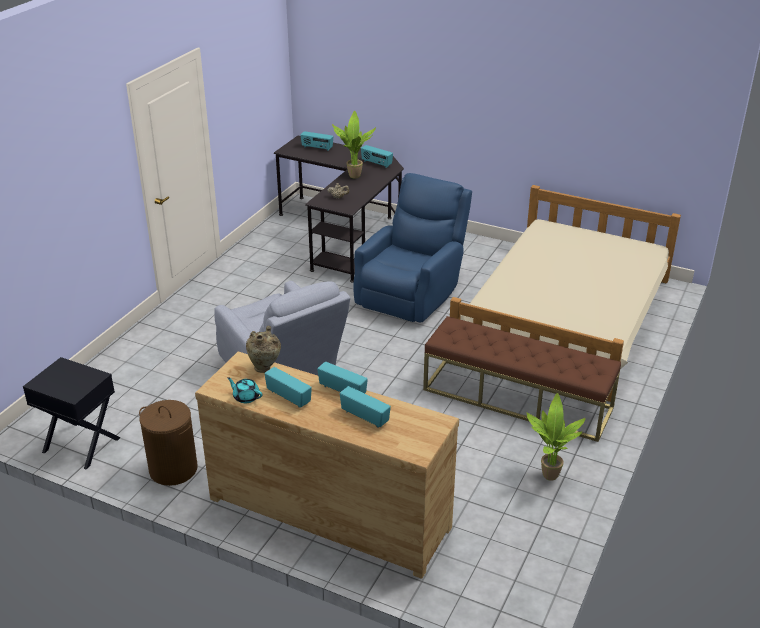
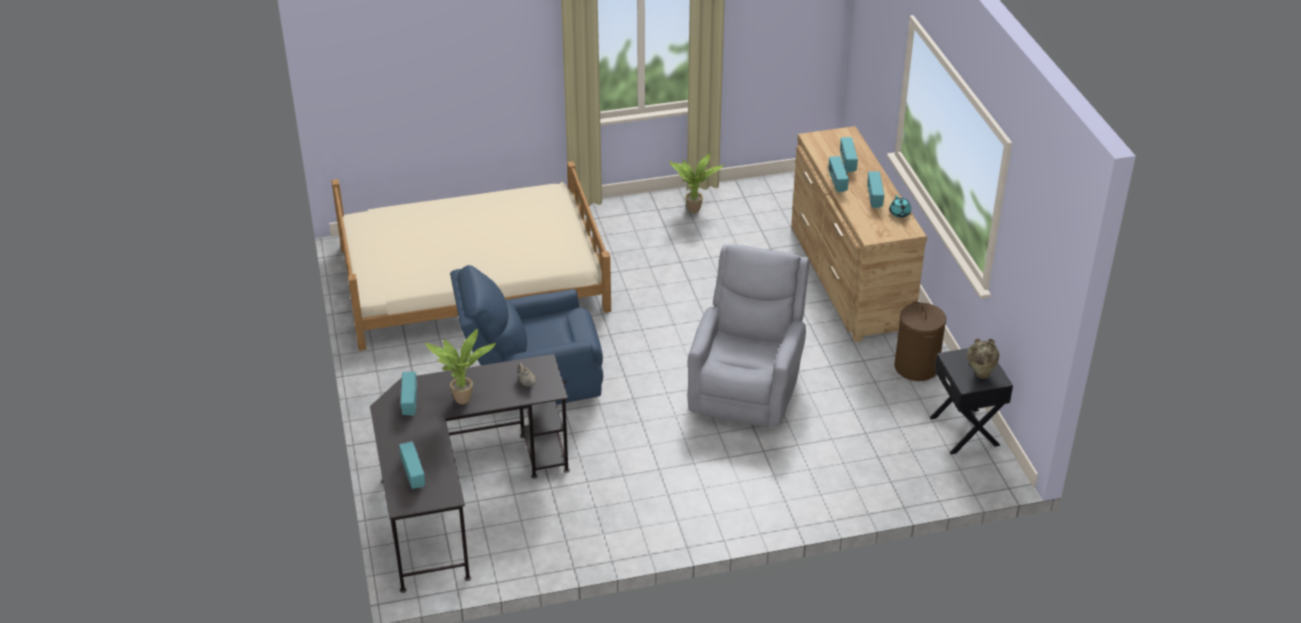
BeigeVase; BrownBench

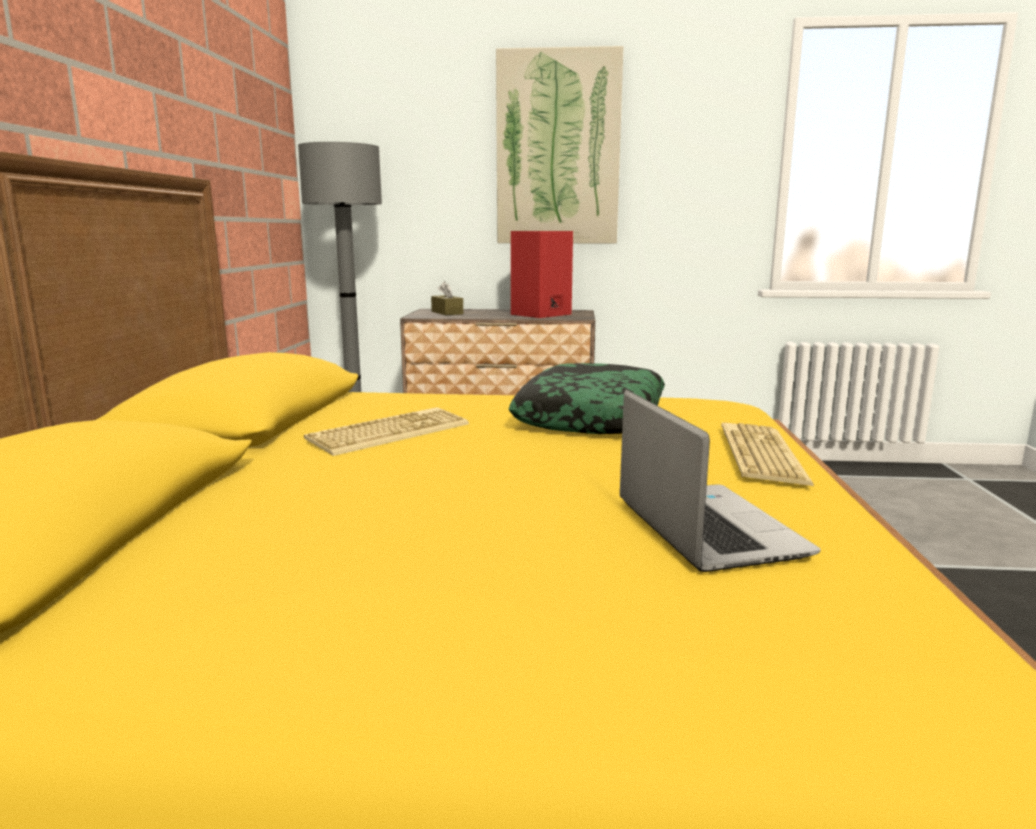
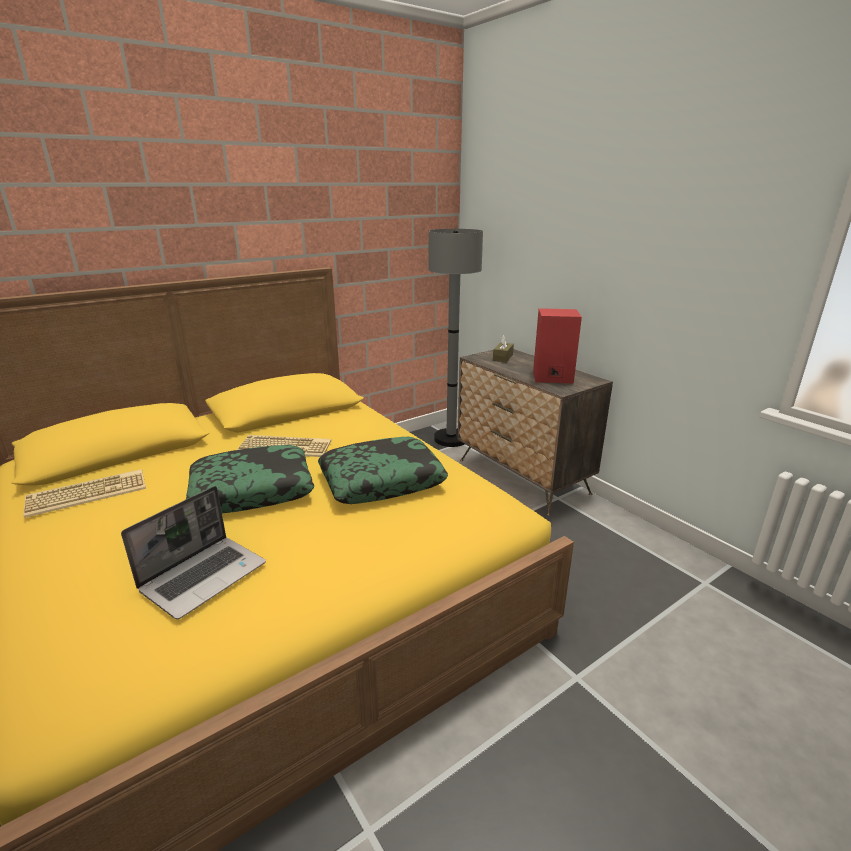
Keyboard (1st from left); Pillow (1st from left); Picture

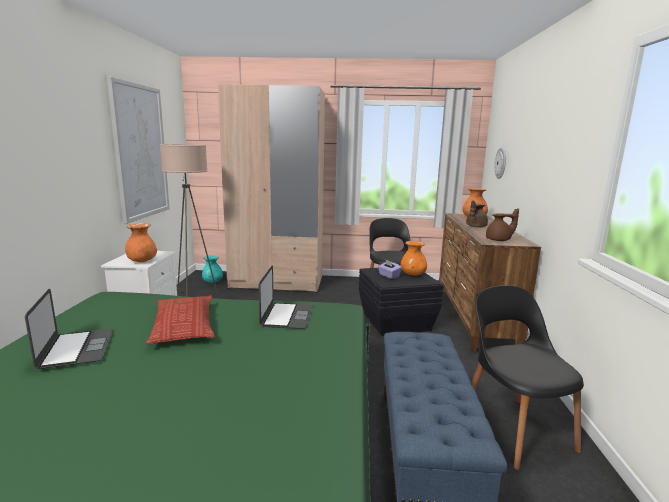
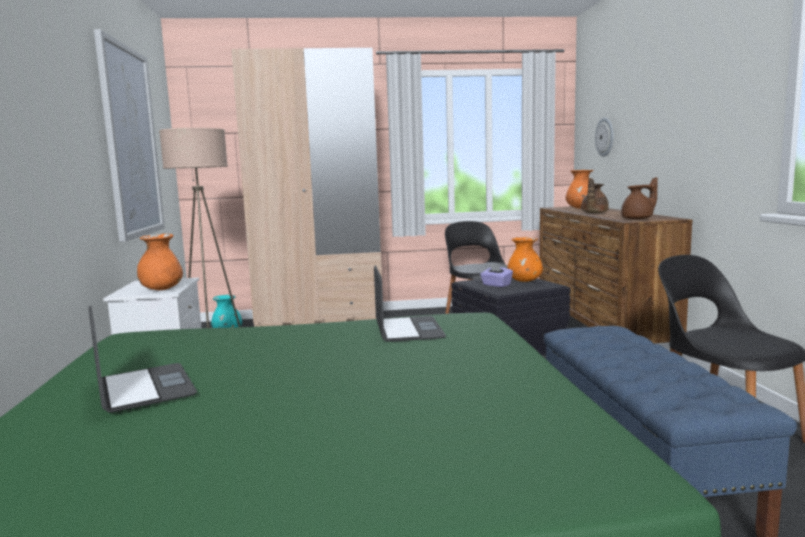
Pillow

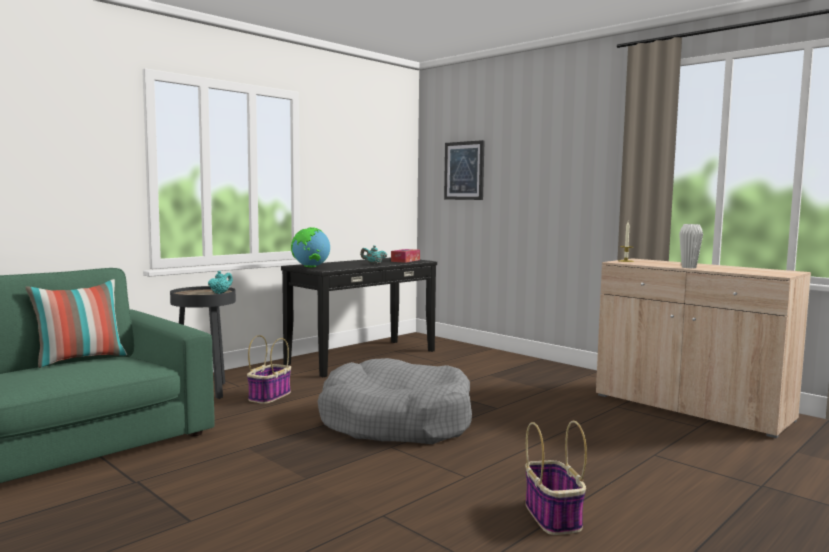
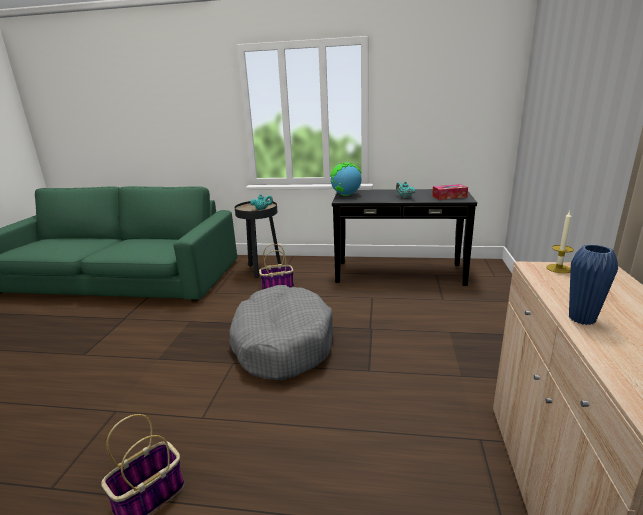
BlueVase; Pillow; Picture

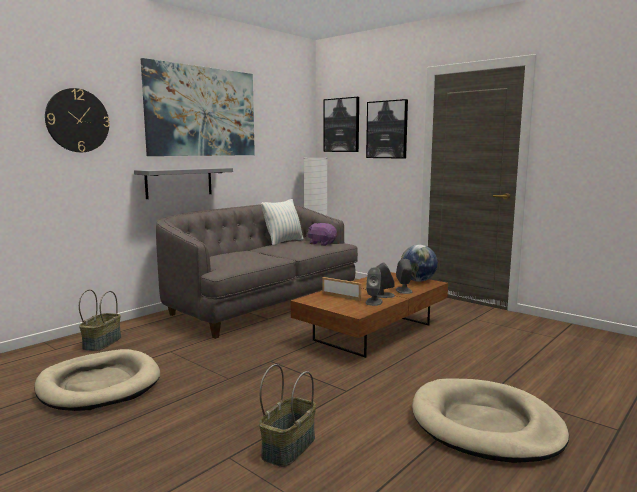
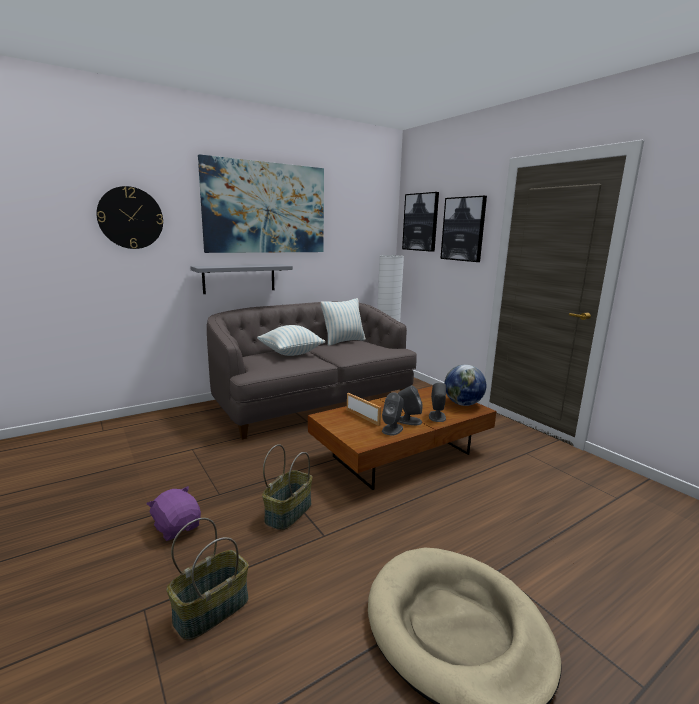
PurplePlushToy; Pillow (1st from left); Basket (2nd from left); BeigeDogBed (1st from left in the first image)

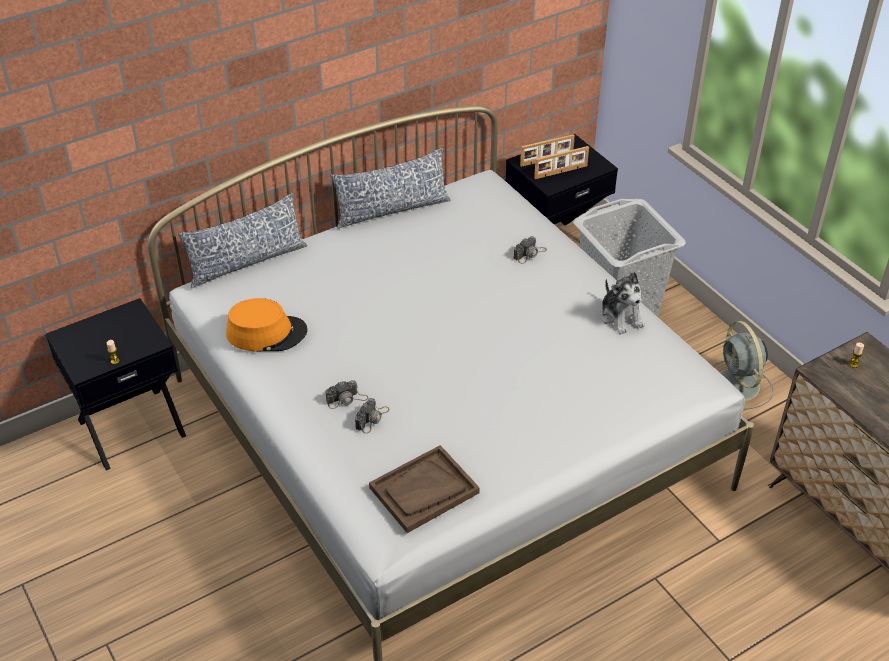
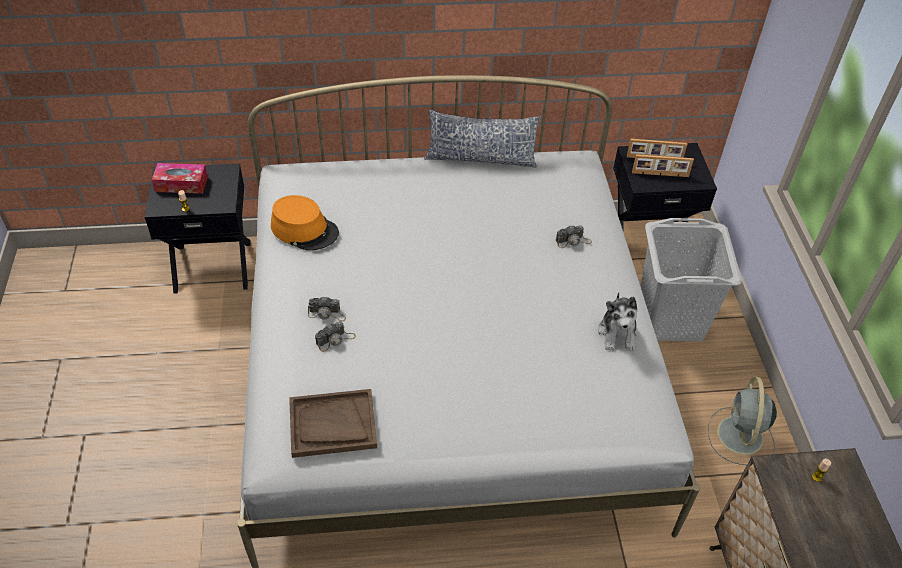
TissueBox; Pillow (1st from left in the first image)

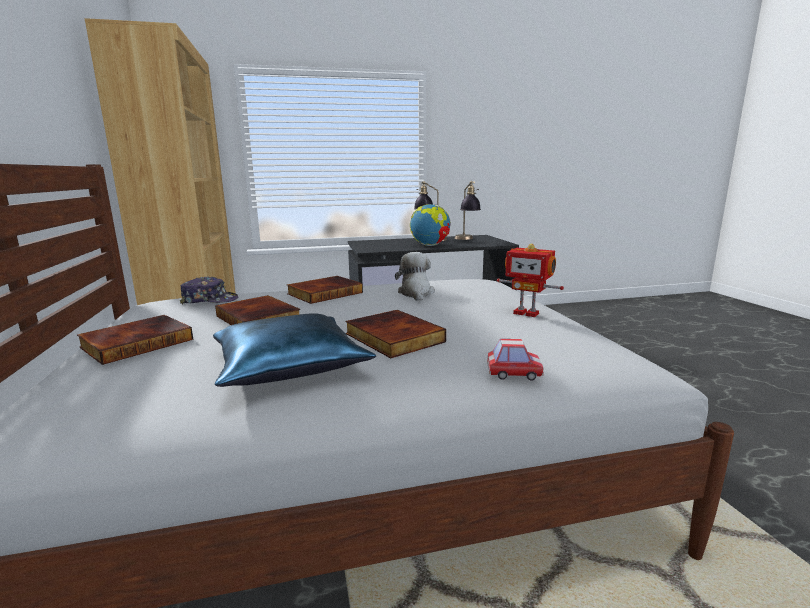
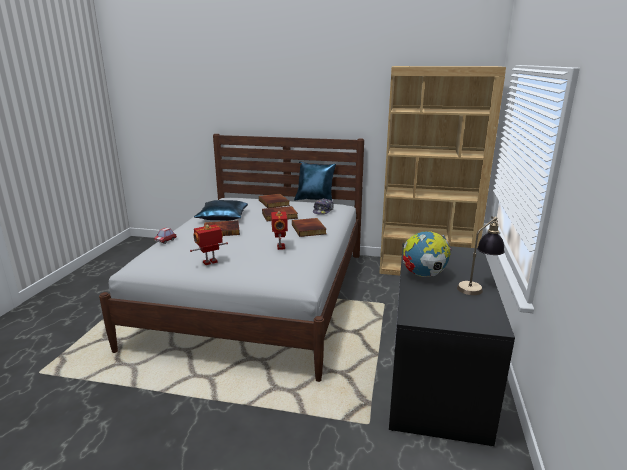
ToyRobot (2nd from left); BluePillow (2nd from left); TableLamp (2nd from left in the first image)

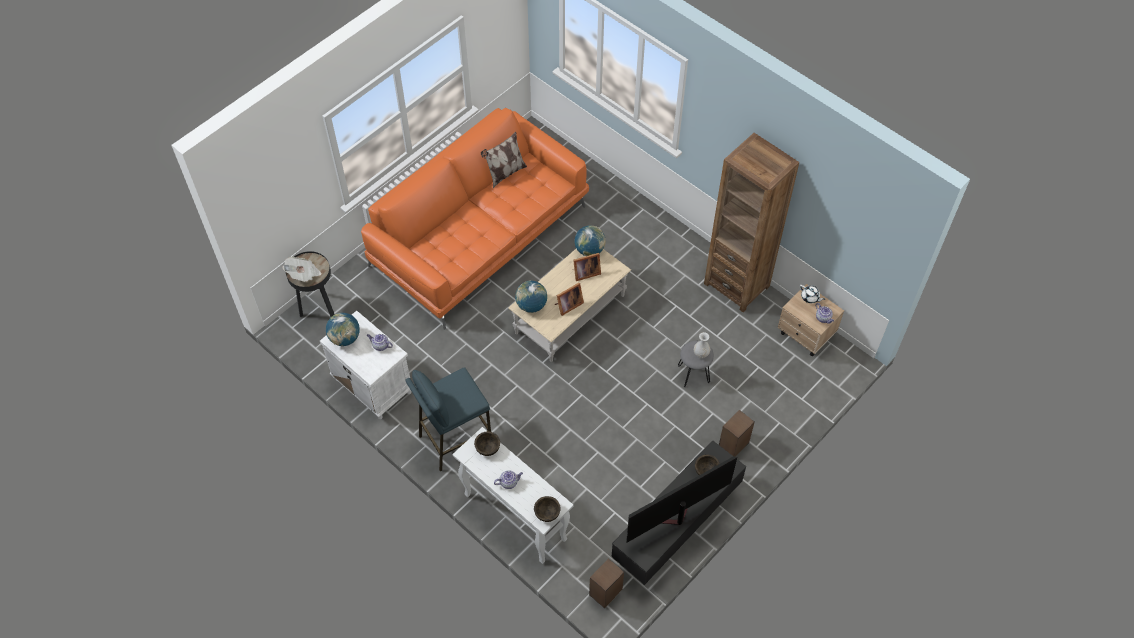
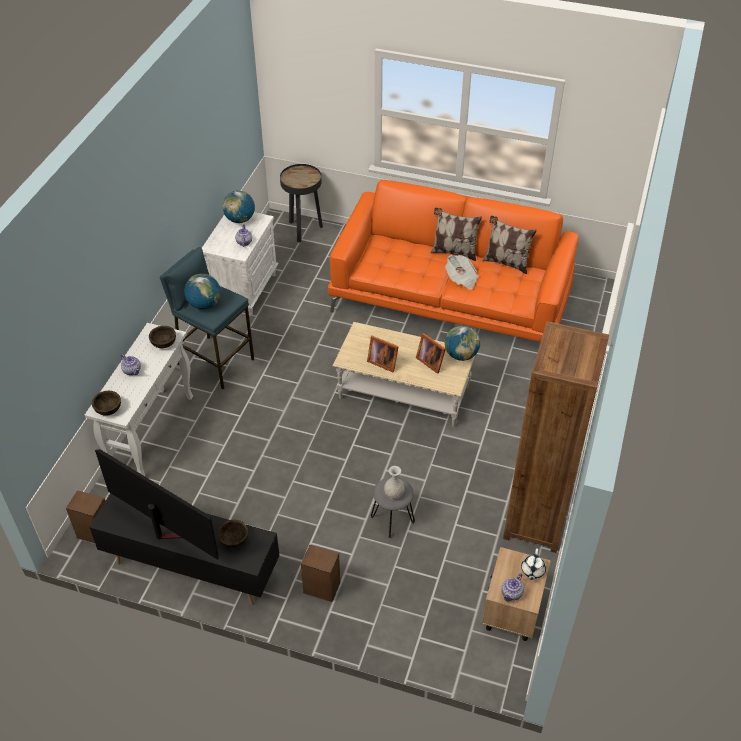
Globe (1st from left); Pillow (1st from left); Newspaper

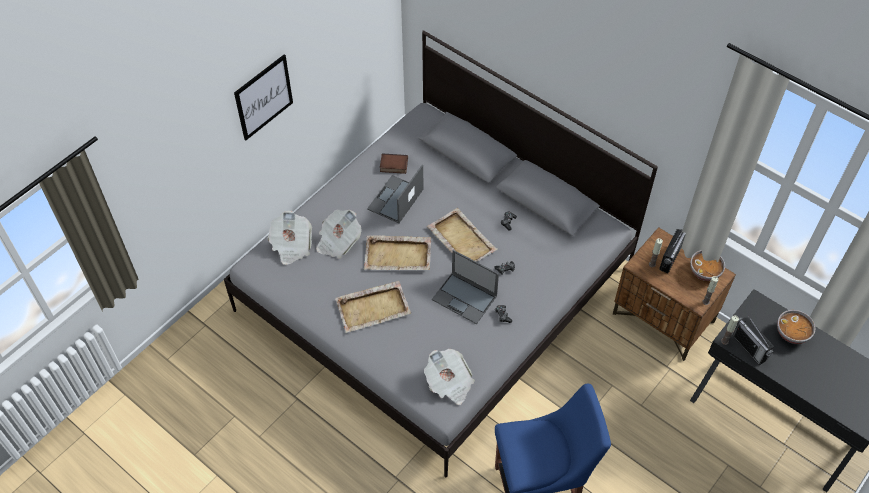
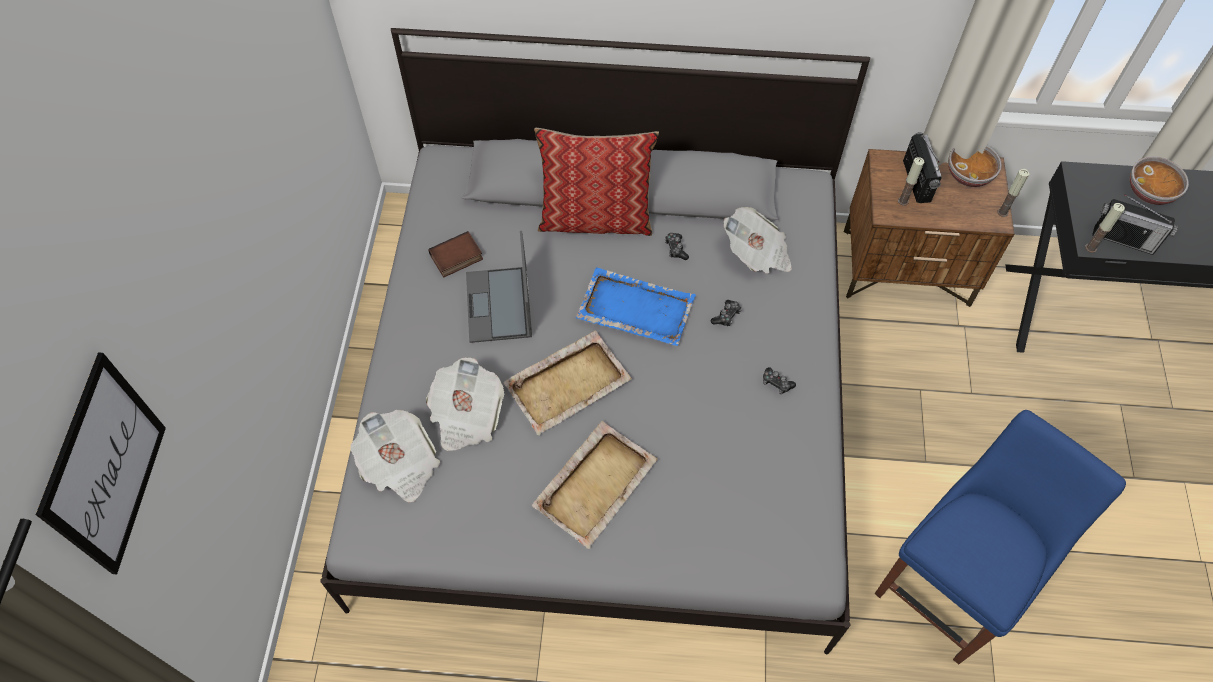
Picture; Pillow; BlueTray; Newspaper (3rd from left); Laptop (2nd from left in the first image)

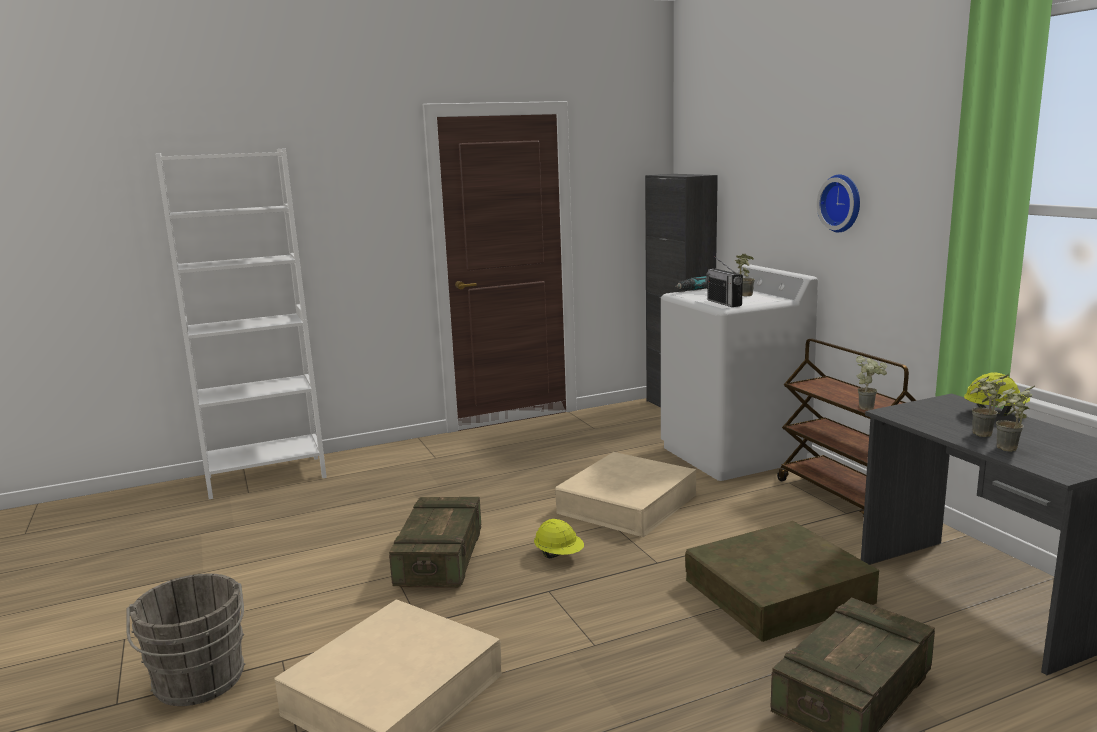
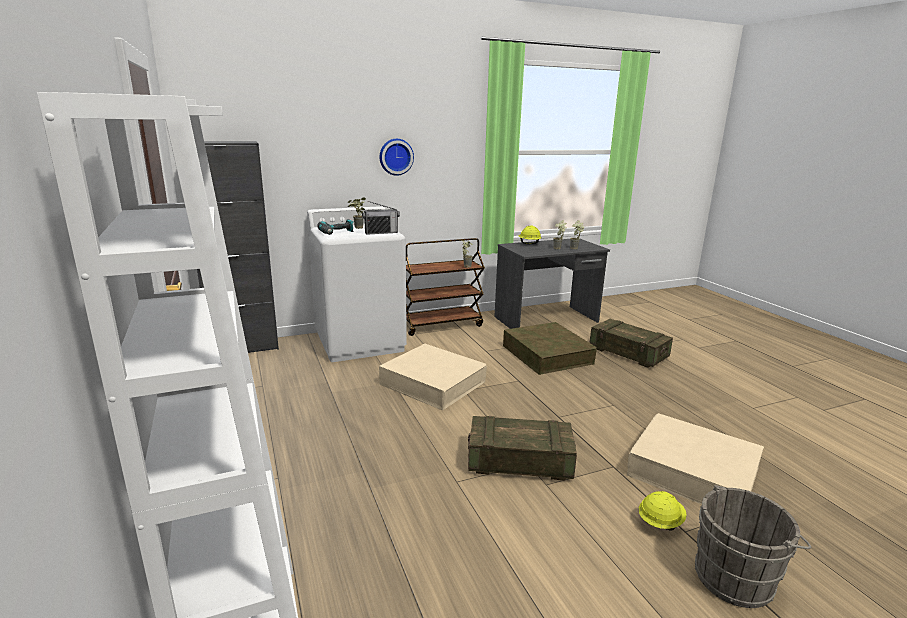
YellowHardHat (2nd from left)

